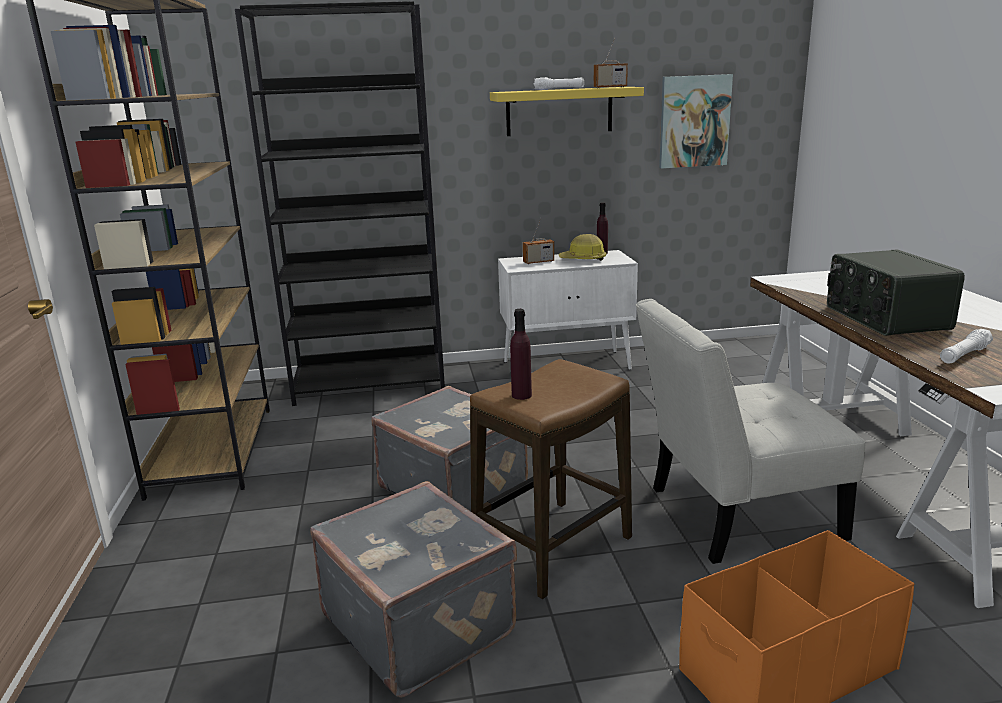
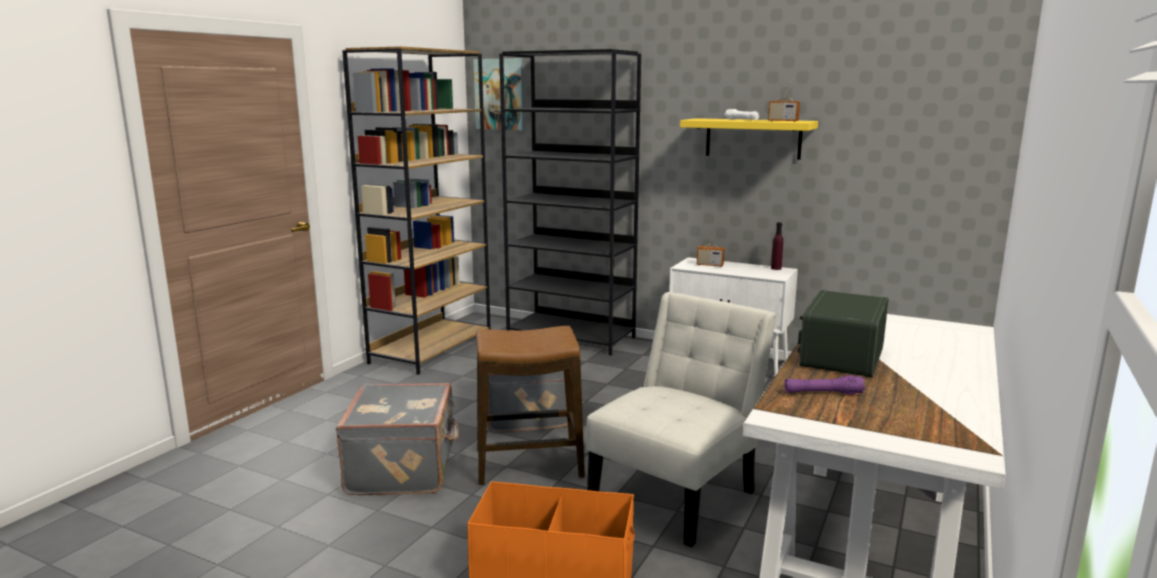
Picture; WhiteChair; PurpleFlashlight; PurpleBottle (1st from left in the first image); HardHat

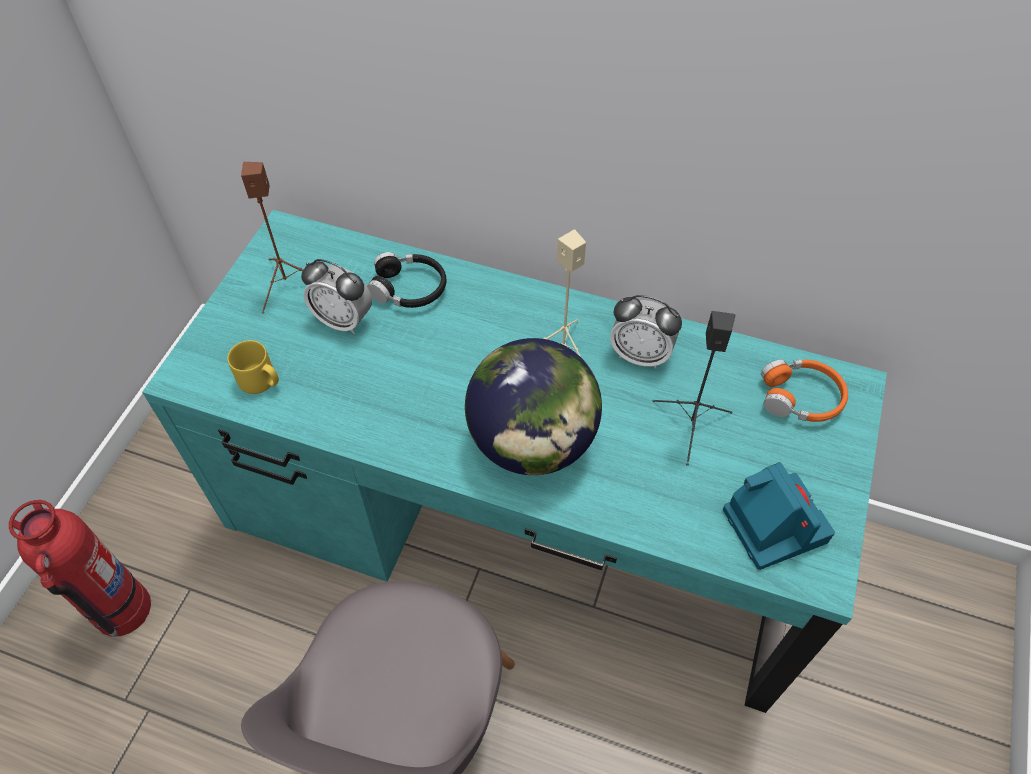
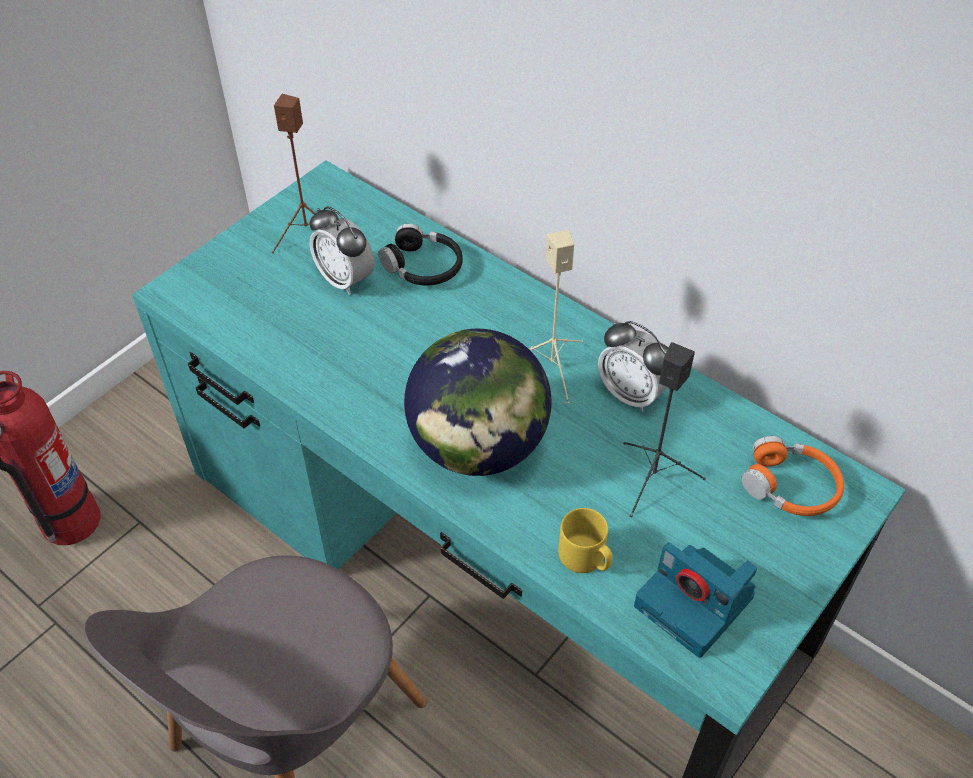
YellowMug; PhotoCamera

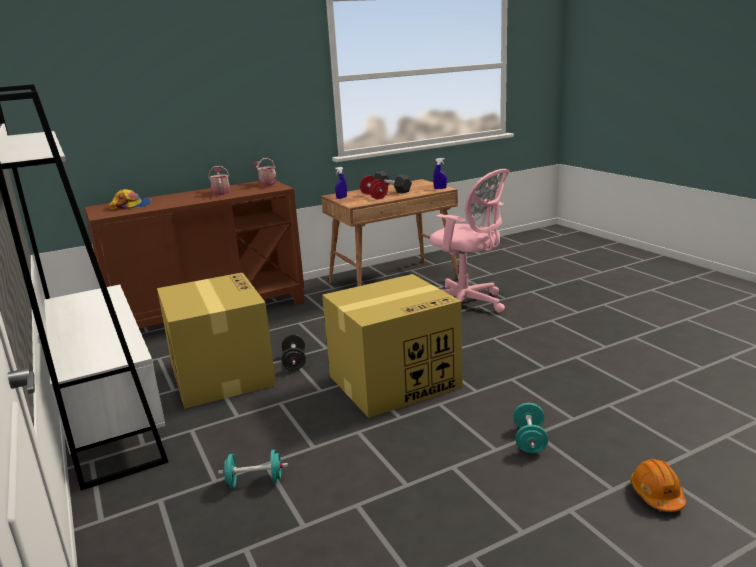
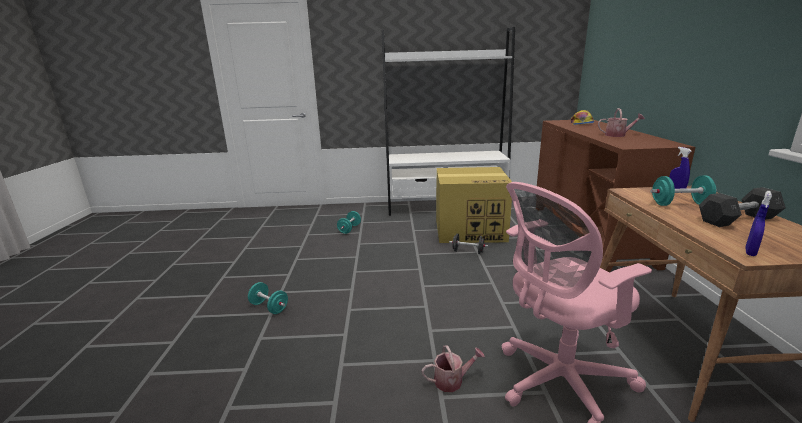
WateringCan (1st from left); TurquoiseDumbbell (3rd from left); CardboardBox (2nd from left in the first image); OrangeHardHat

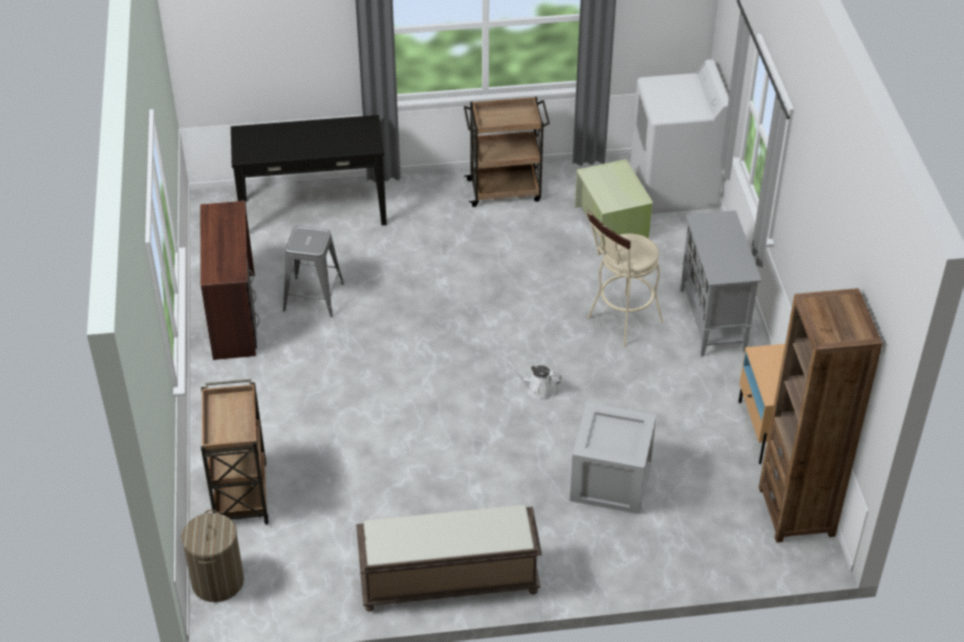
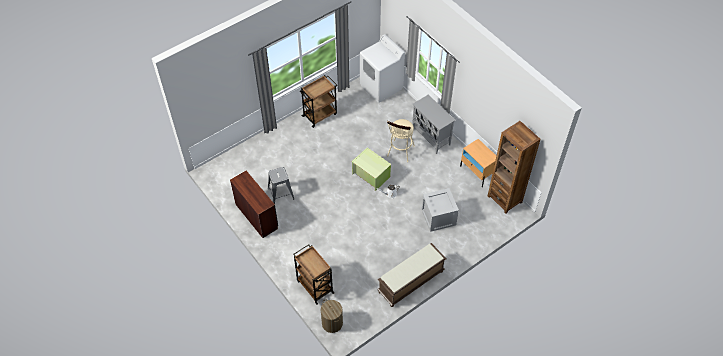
GreenStorageBox; BlackConsoleTable

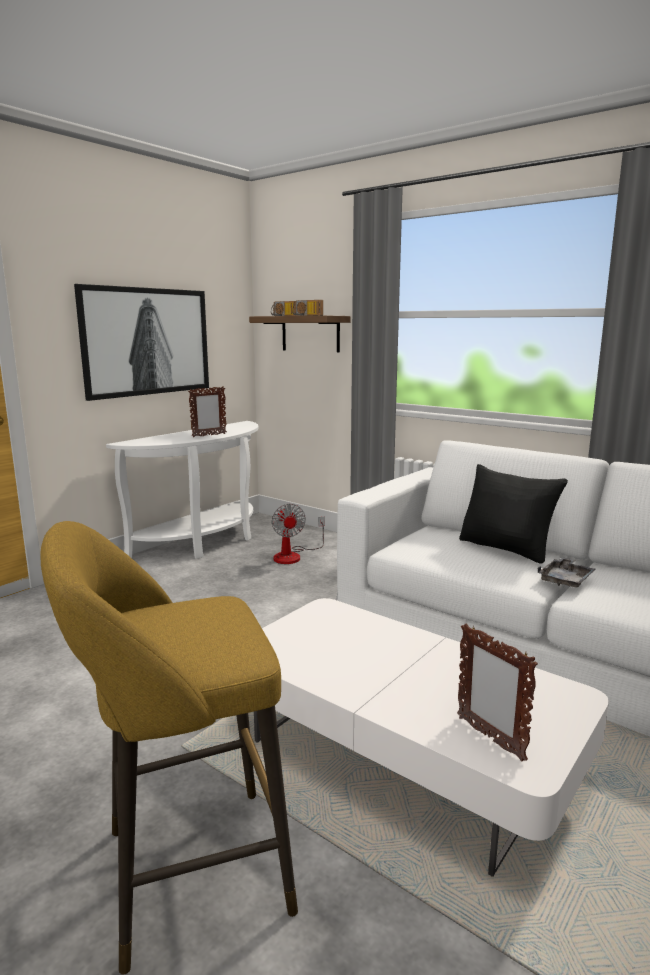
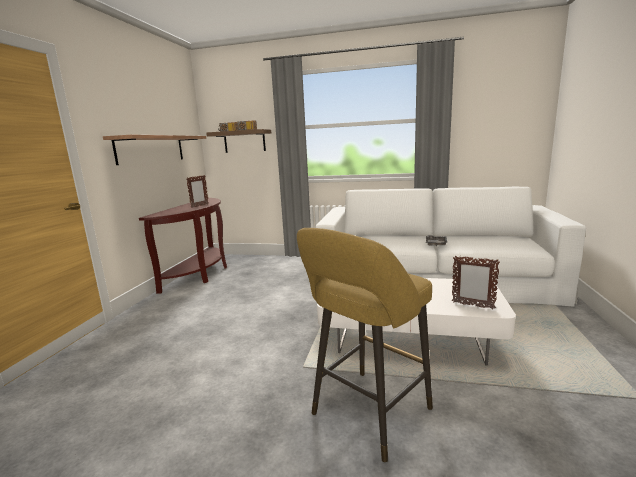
Shelf (1st from left); BrownConsoleTable; Fan; BlackPillow

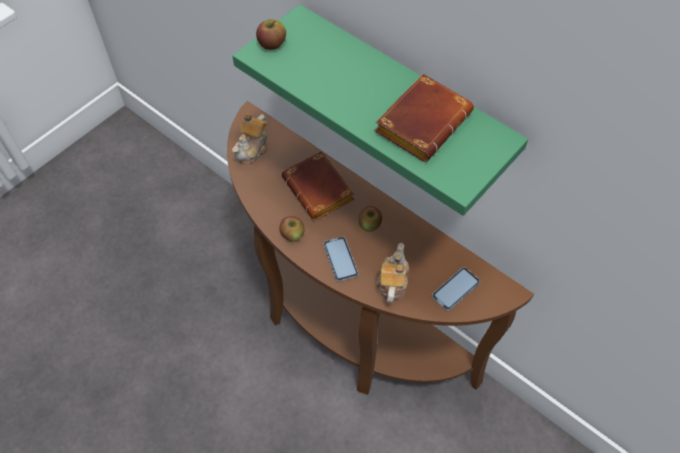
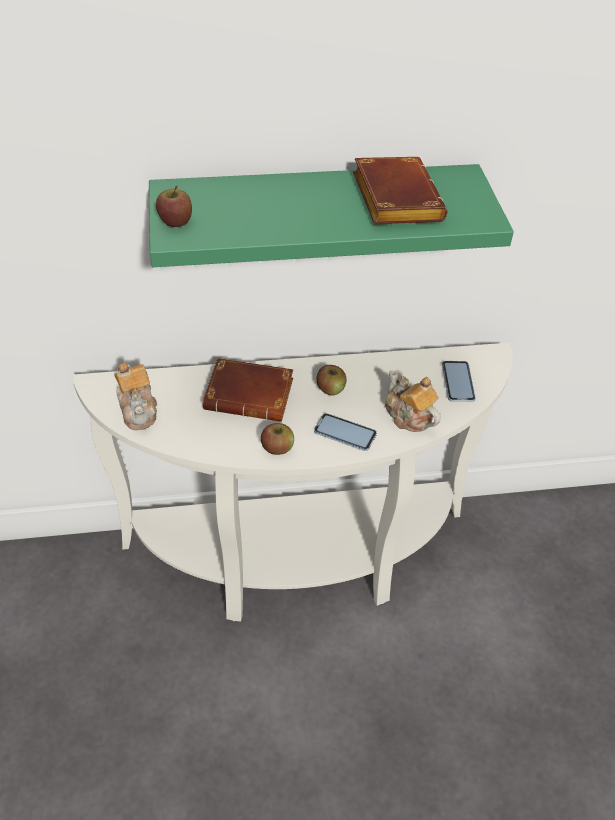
WhiteConsoleTable

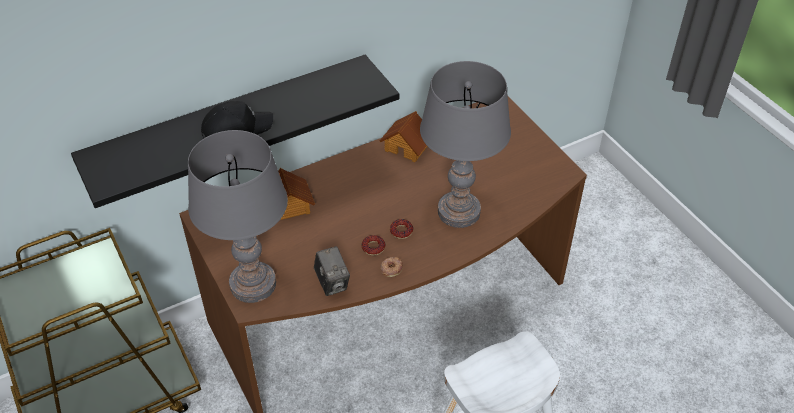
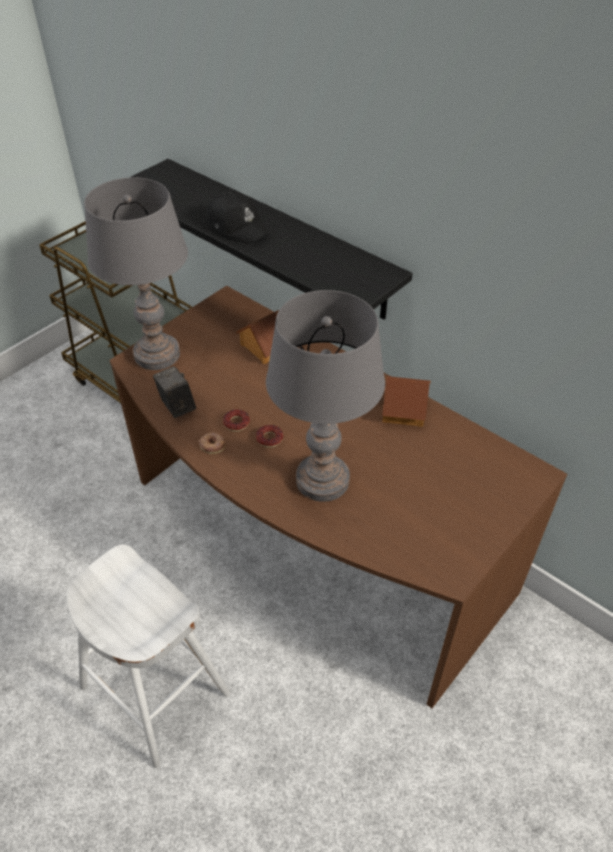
PhotoCamera

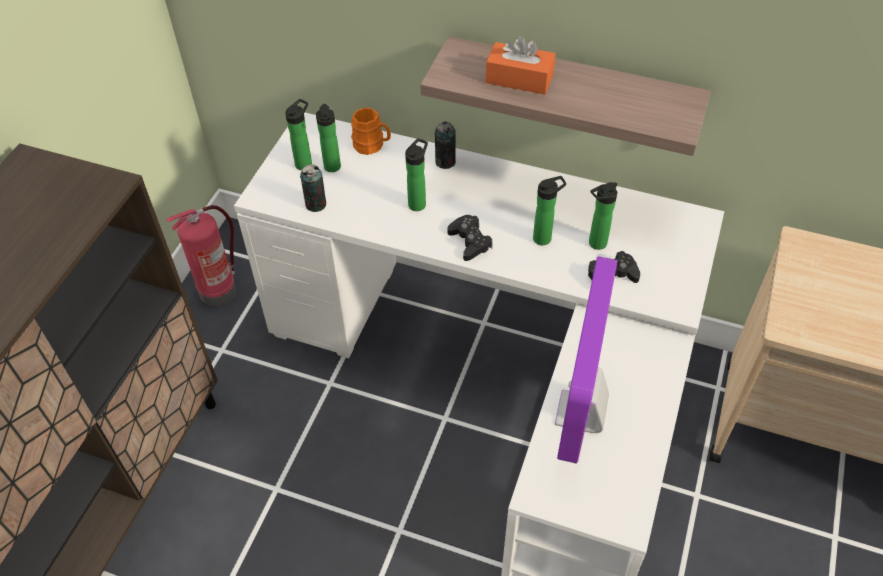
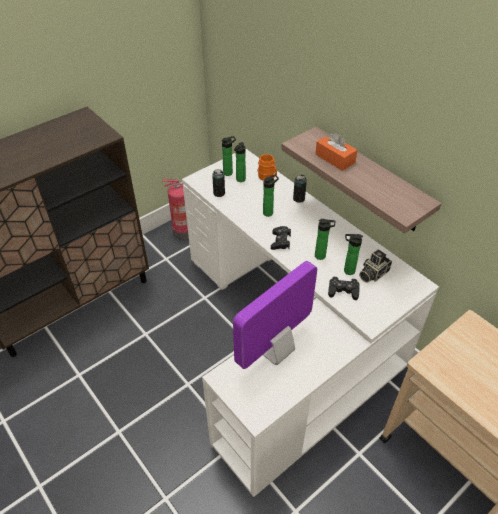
PhotoCamera

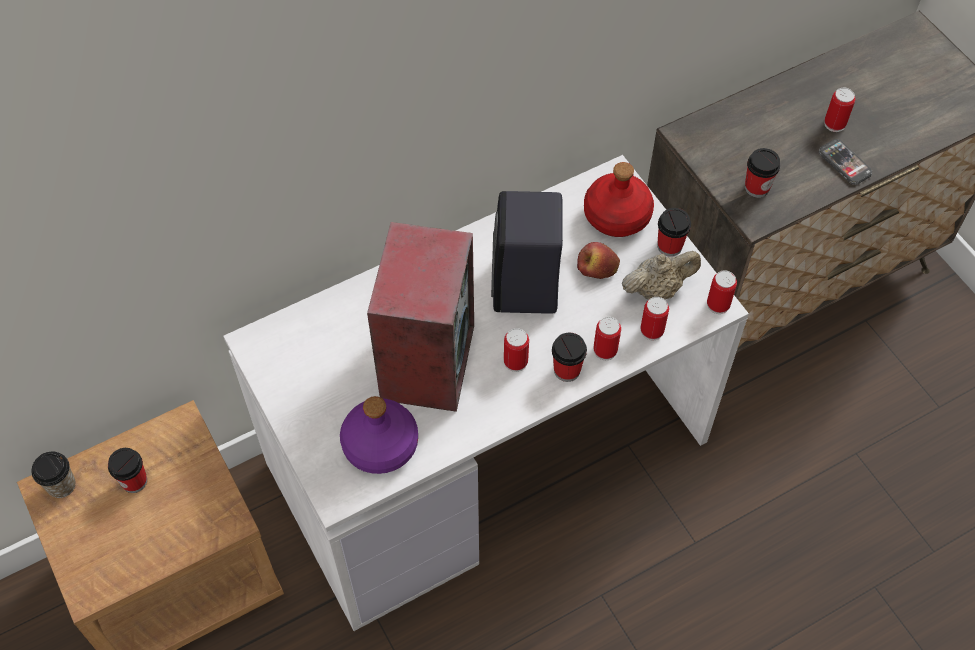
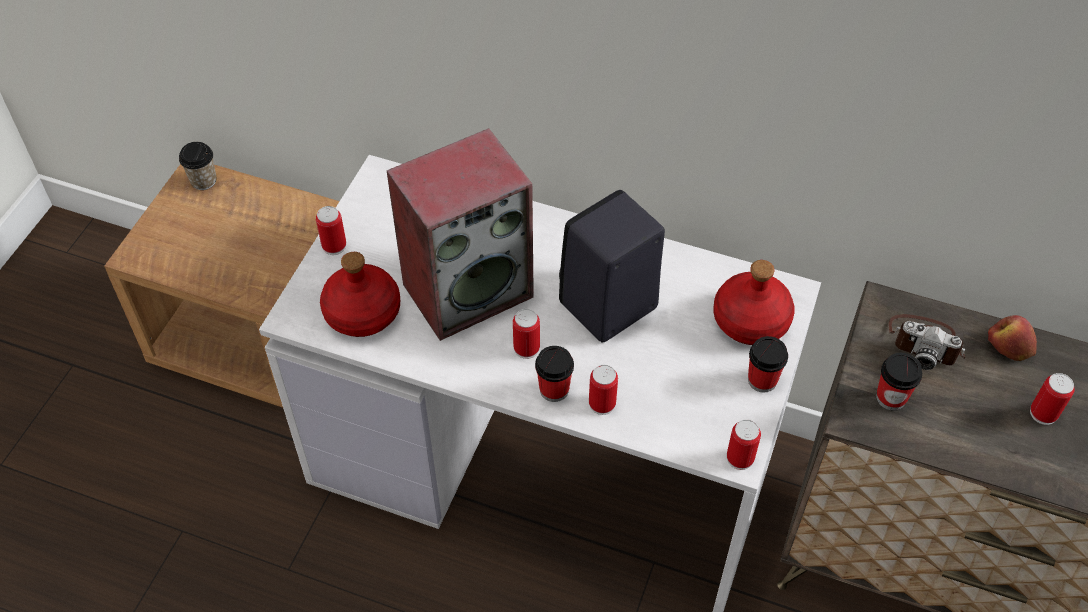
Can (1st from left); RedBottle (1st from left); PhotoCamera; Apple; Cup (2nd from left in the first image); BeigeTeapot; Phone

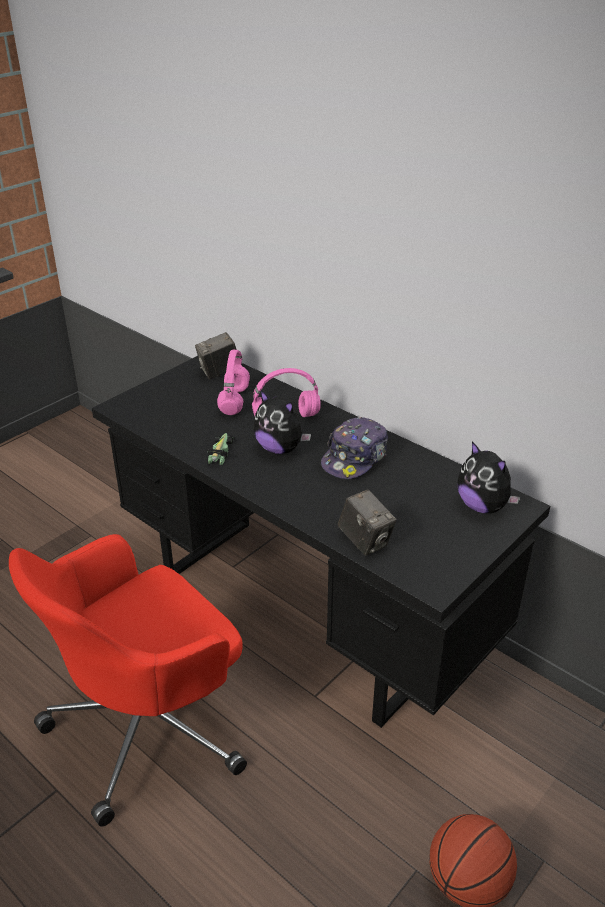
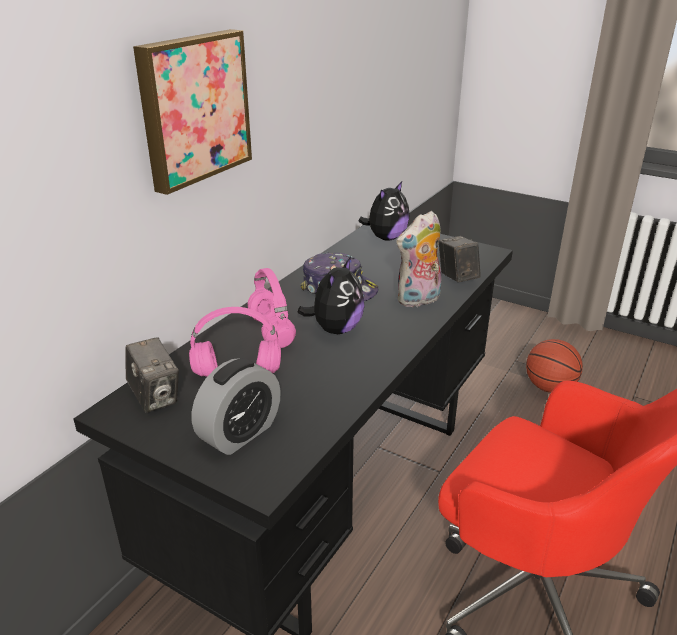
Picture; AlarmClock; PlushToy (3rd from left); PhotoCamera (2nd from left); ToyCar

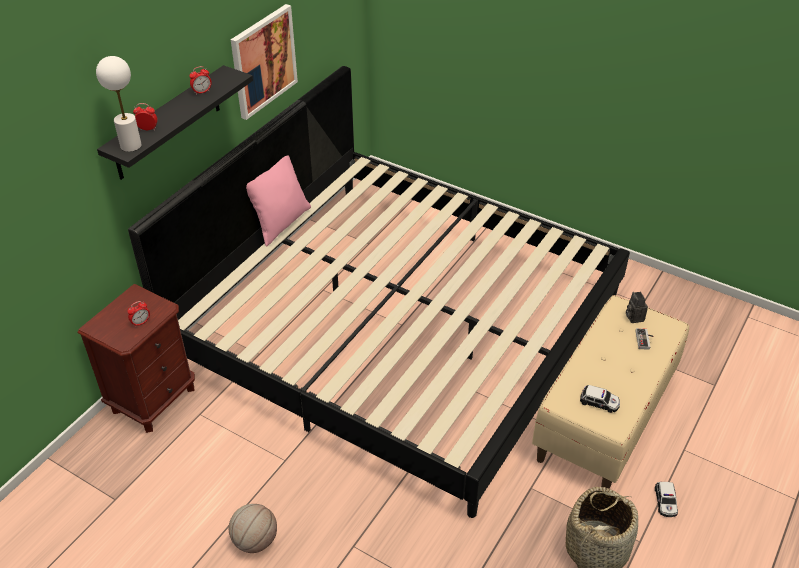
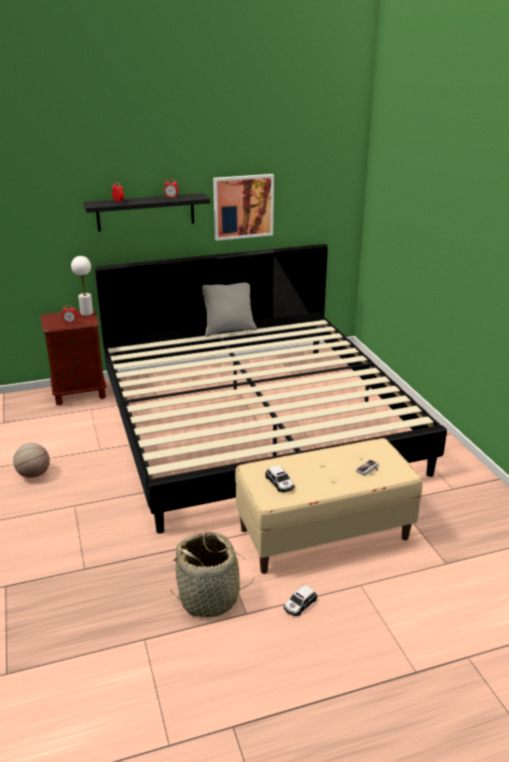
WhiteTableLamp; GreyPillow; PhotoCamera

